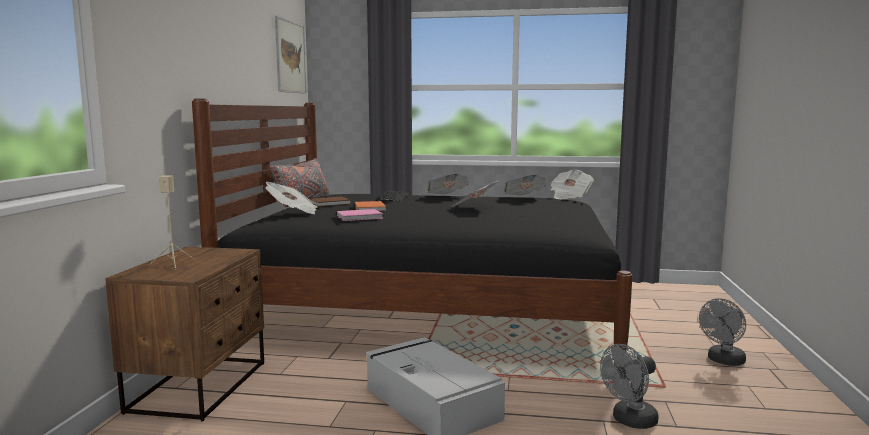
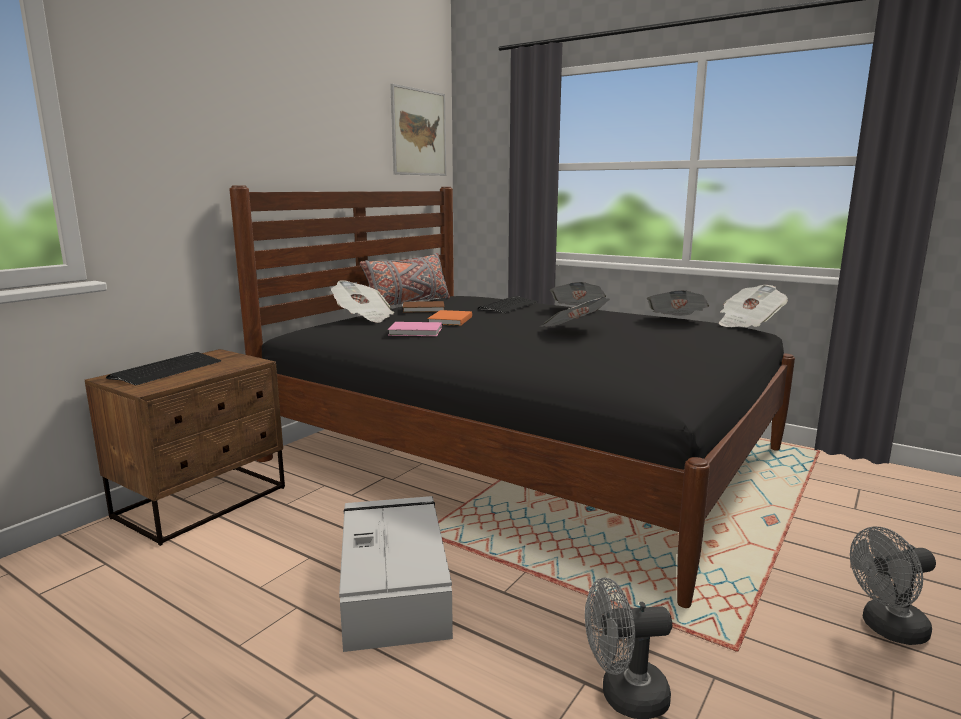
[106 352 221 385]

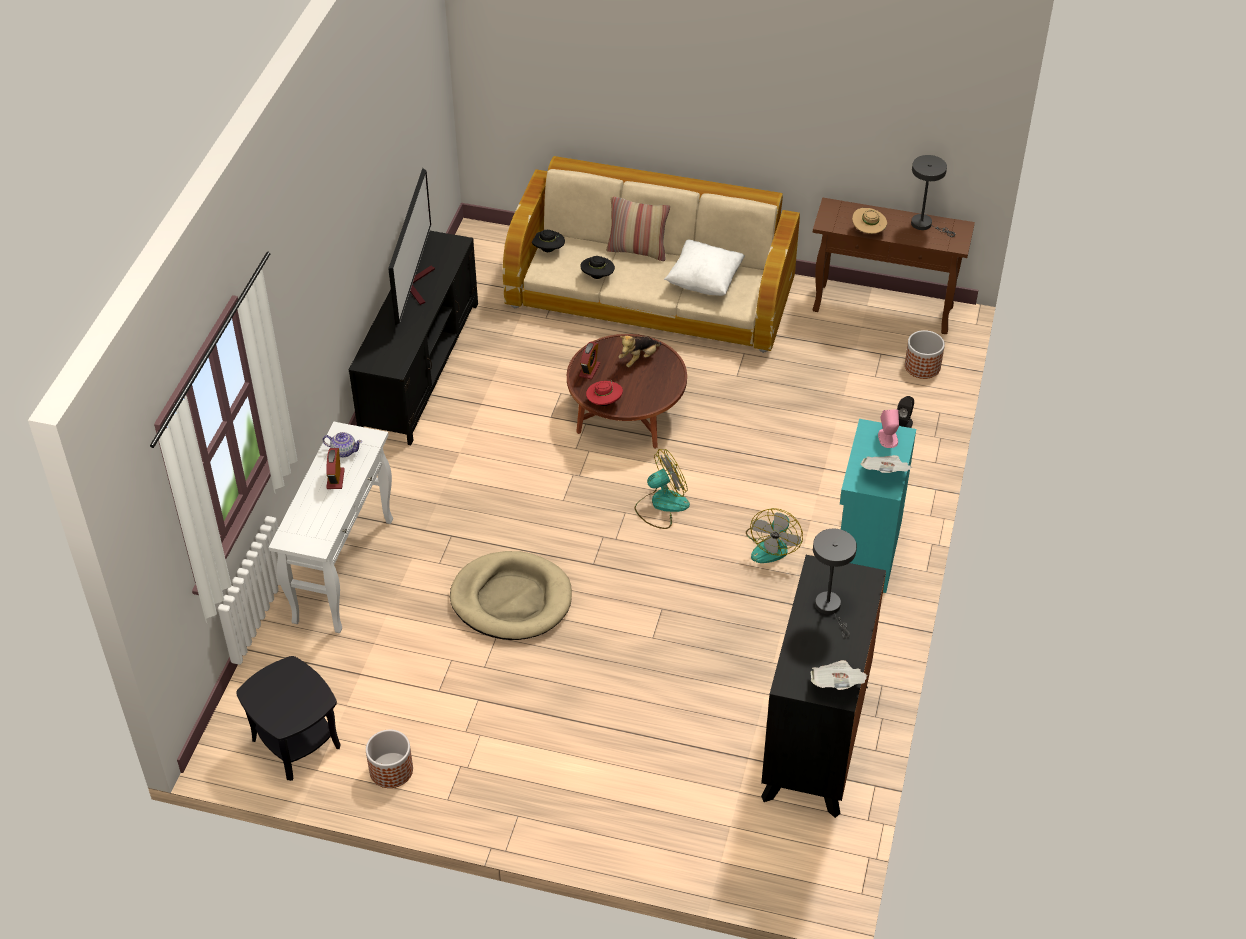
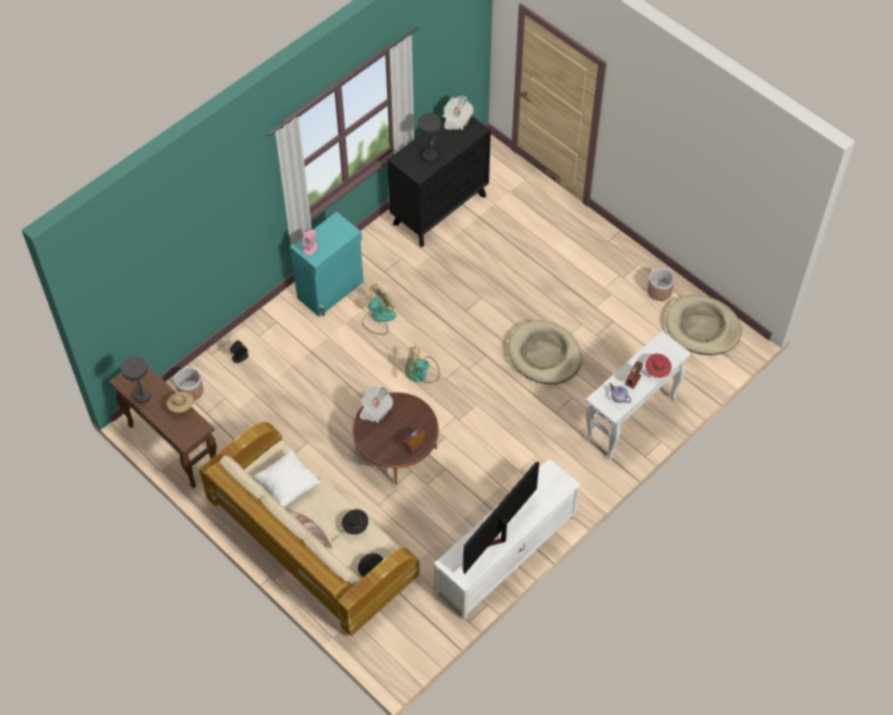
[666 295 742 355]
[434 458 580 620]
[645 354 672 378]
[619 336 662 367] (first image)
[360 387 393 423]

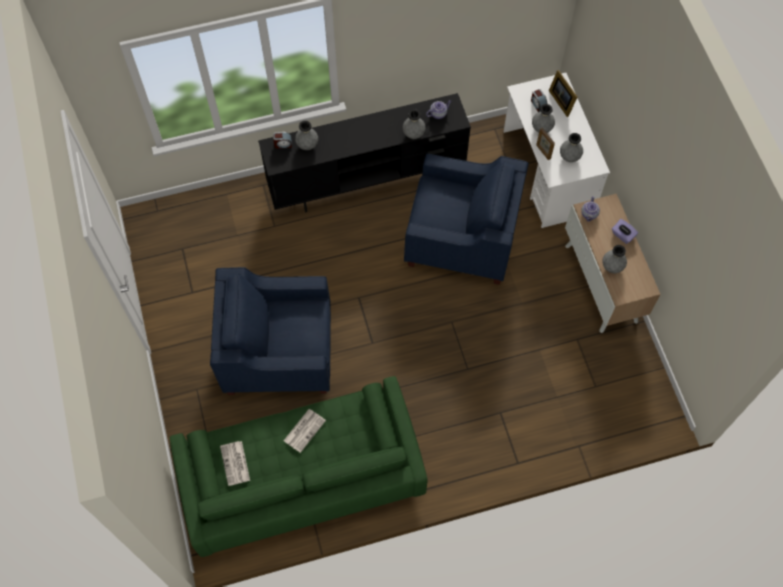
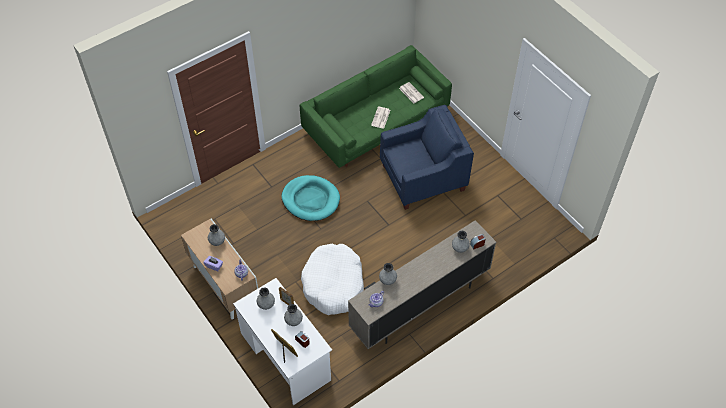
[348 220 496 349]
[301 244 364 315]
[282 175 340 221]

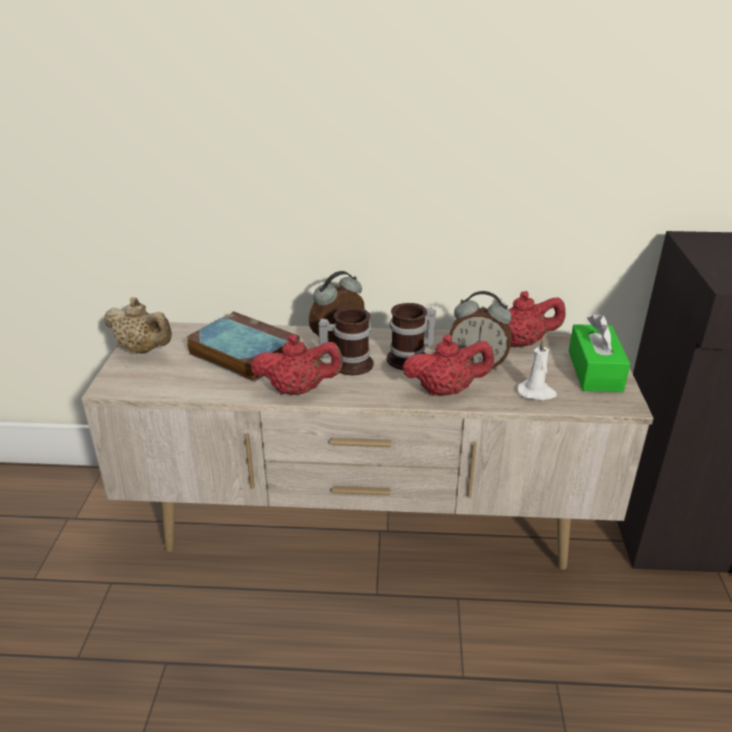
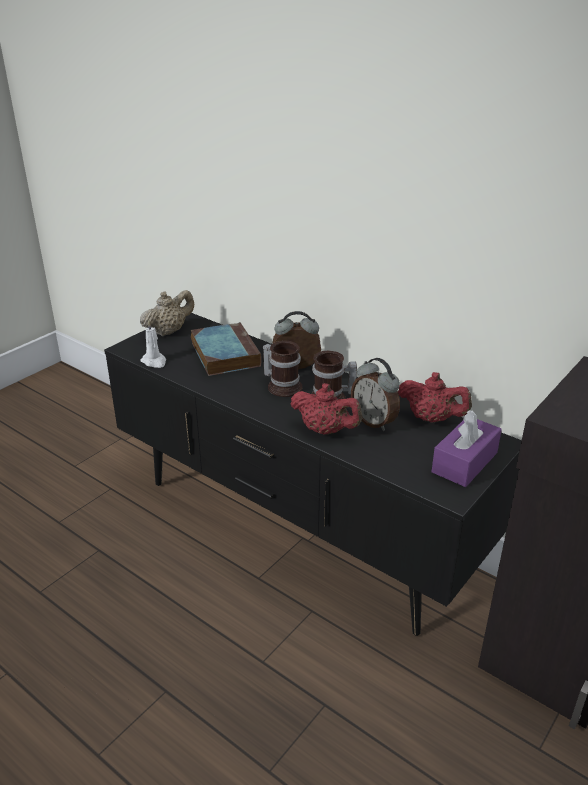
[104 313 522 636]
[140 290 194 336]
[250 334 343 395] (first image)
[140 321 166 368]
[432 410 502 487]

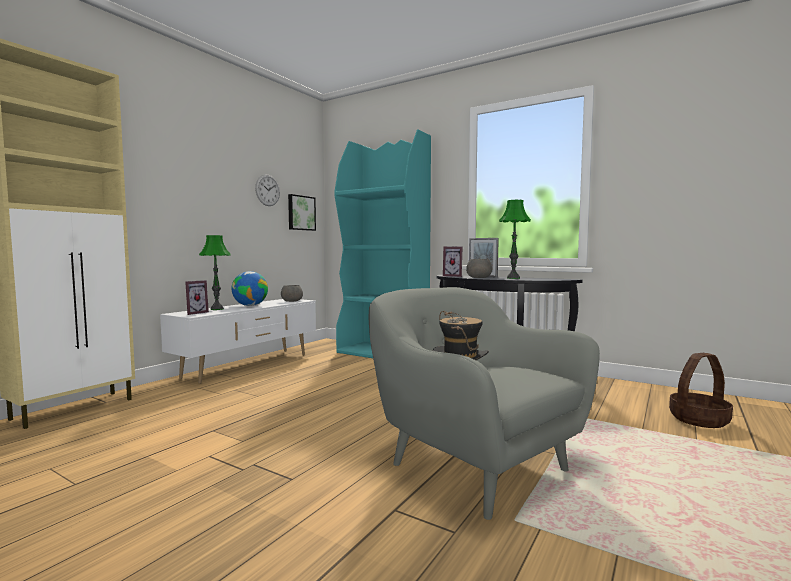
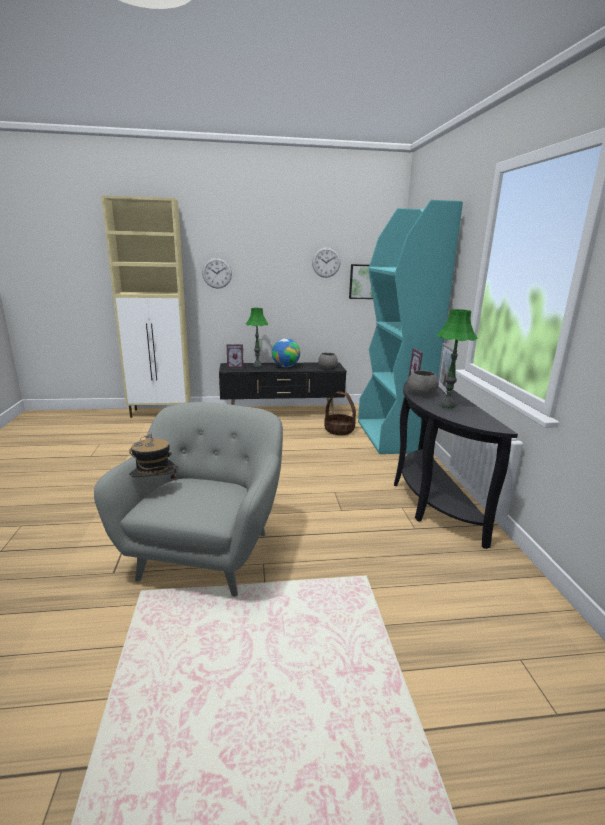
[219 362 347 414]
[324 391 356 435]
[202 258 232 289]

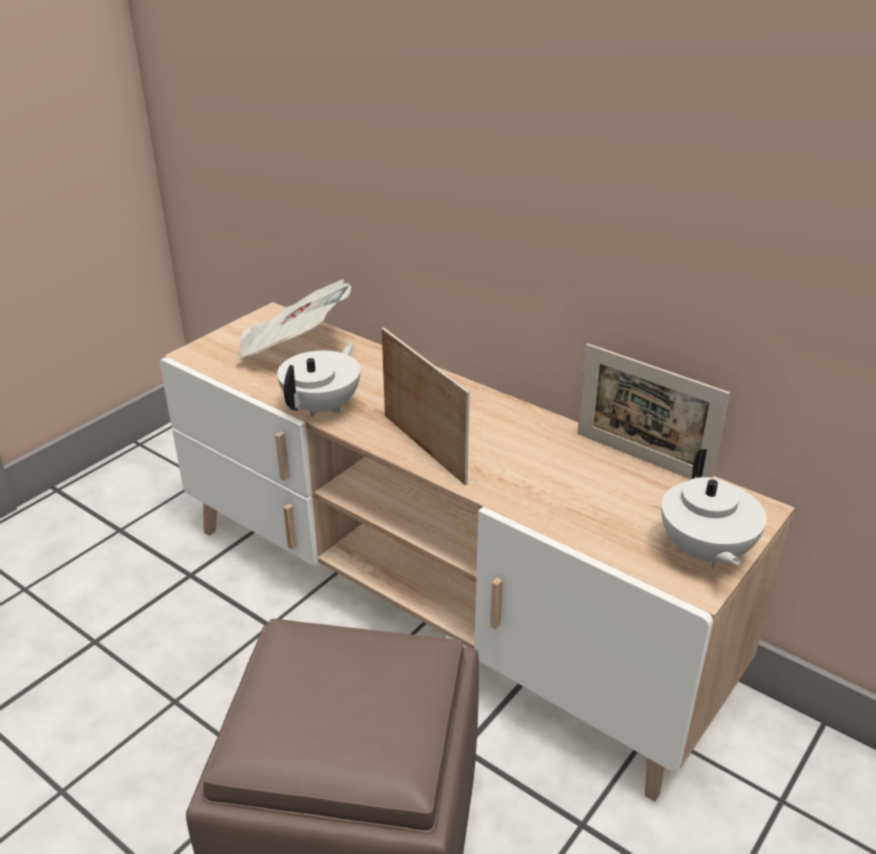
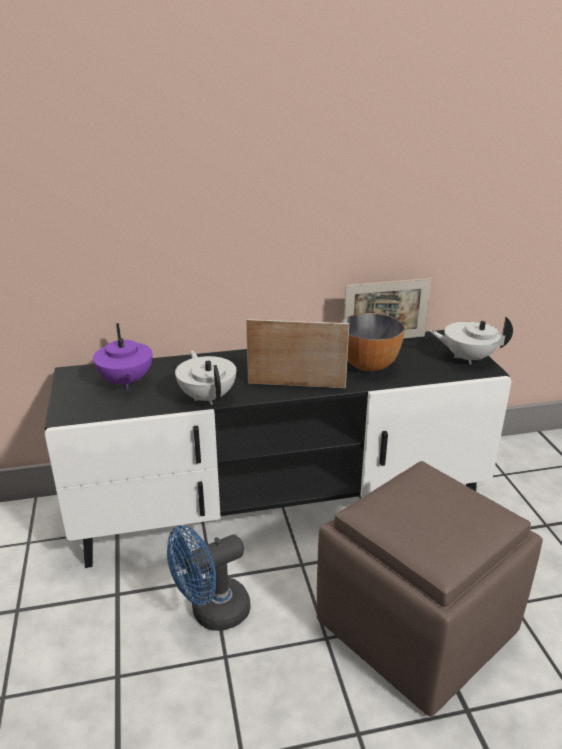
[45 330 511 568]
[93 323 153 389]
[429 316 513 364]
[167 525 250 631]
[341 313 405 371]

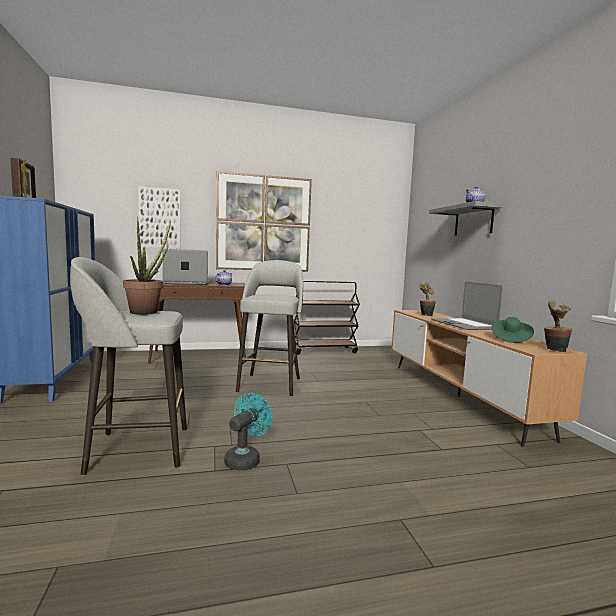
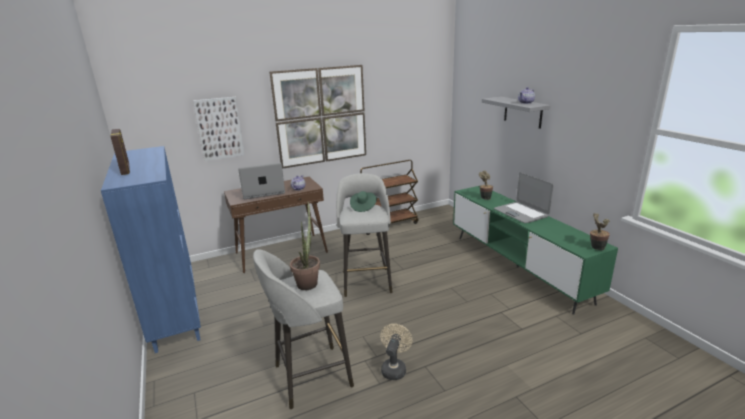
[380 324 412 380]
[453 185 618 315]
[350 191 377 212]

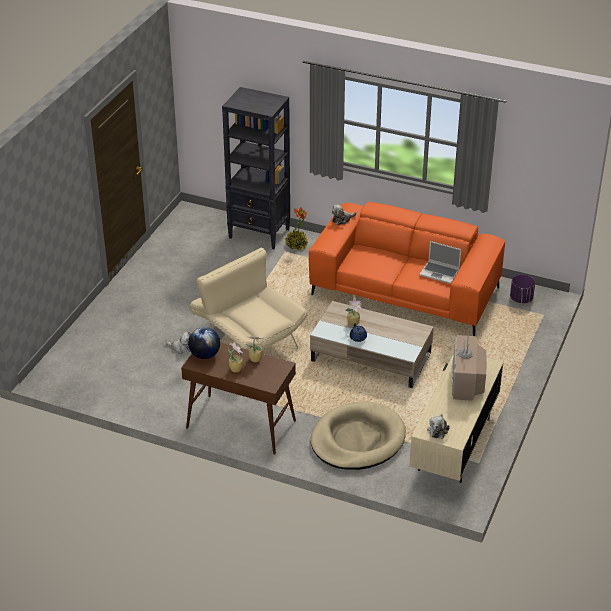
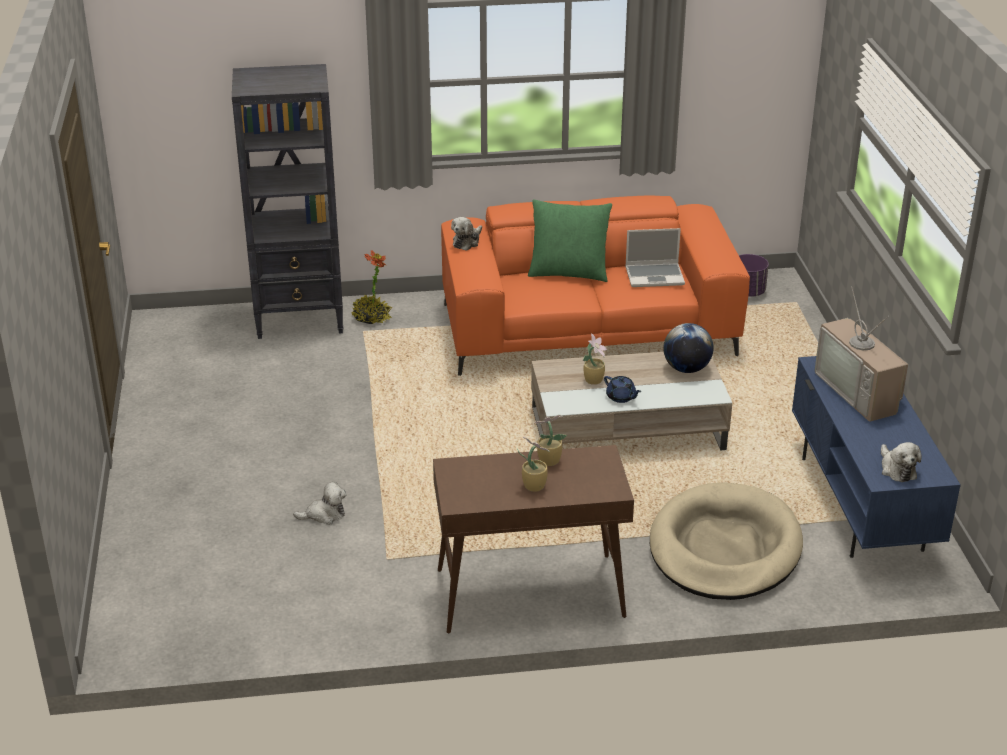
[663 323 714 373]
[190 248 308 350] (first image)
[792 356 961 558]
[528 199 612 282]

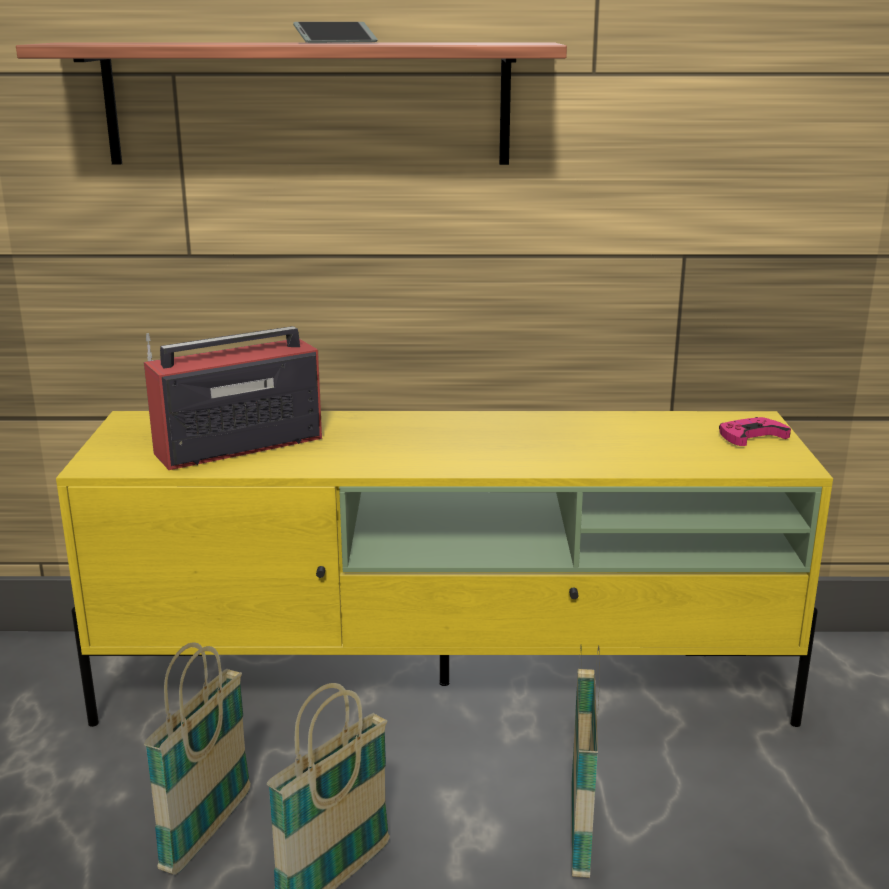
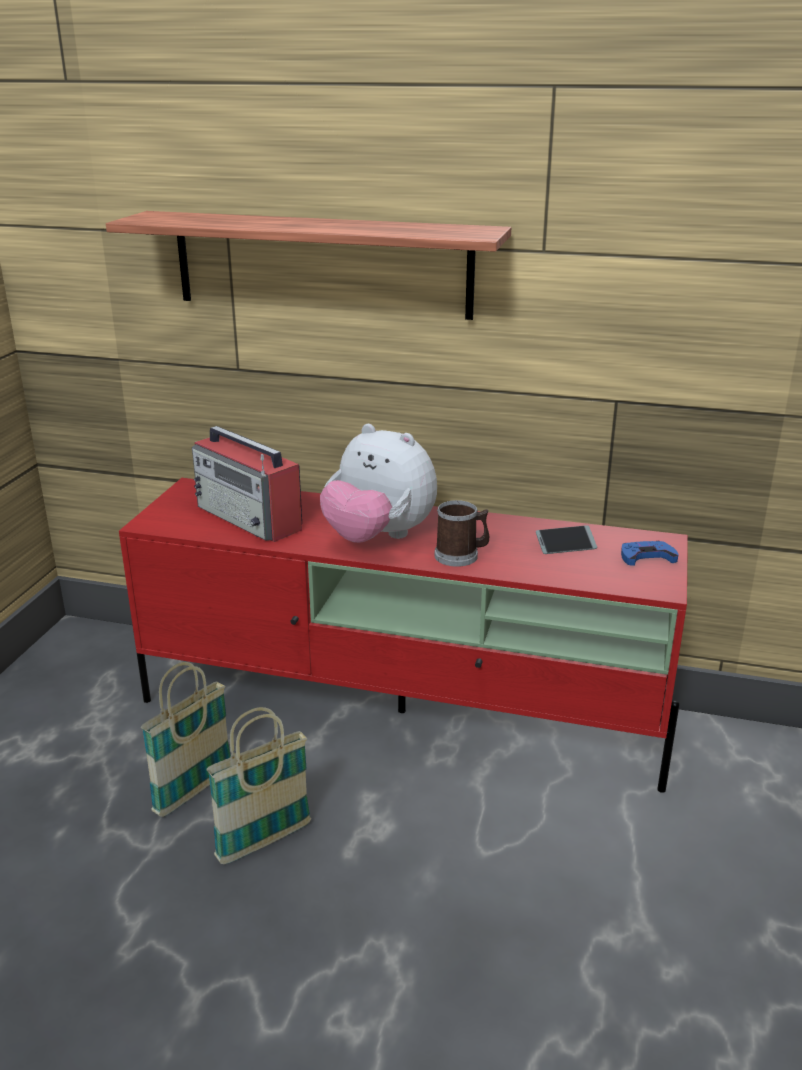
[119 478 688 793]
[192 426 302 542]
[536 525 597 554]
[571 645 600 878] (first image)
[621 541 678 566]
[320 424 437 543]
[435 500 489 567]

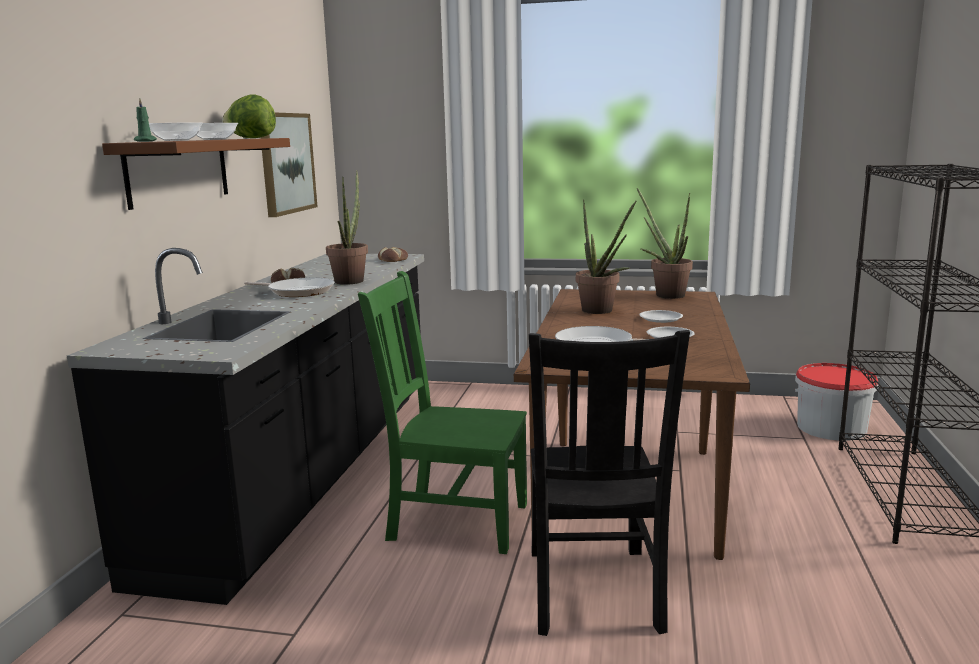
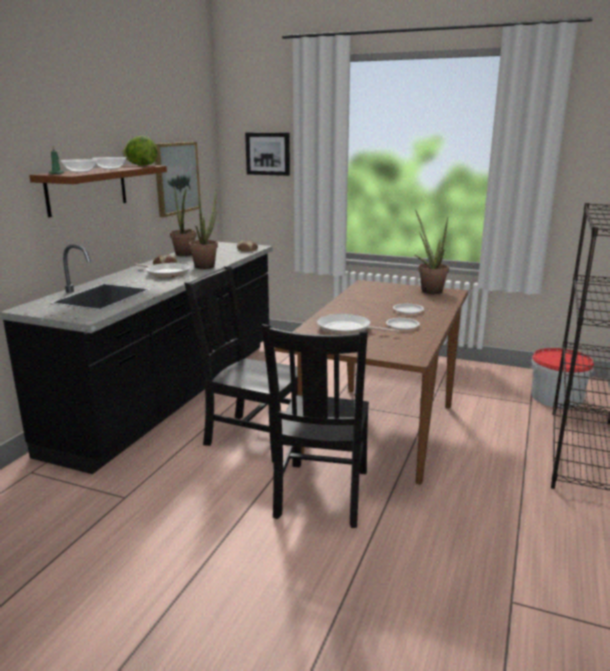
[184 265 298 463]
[170 186 197 256]
[245 132 290 176]

